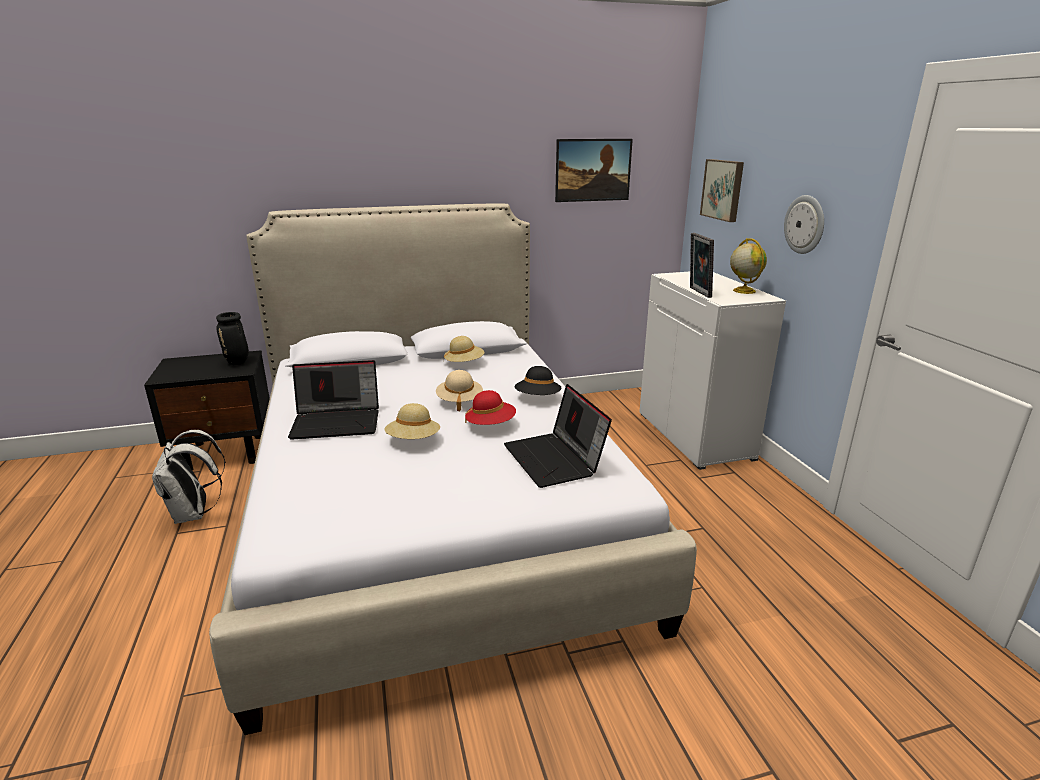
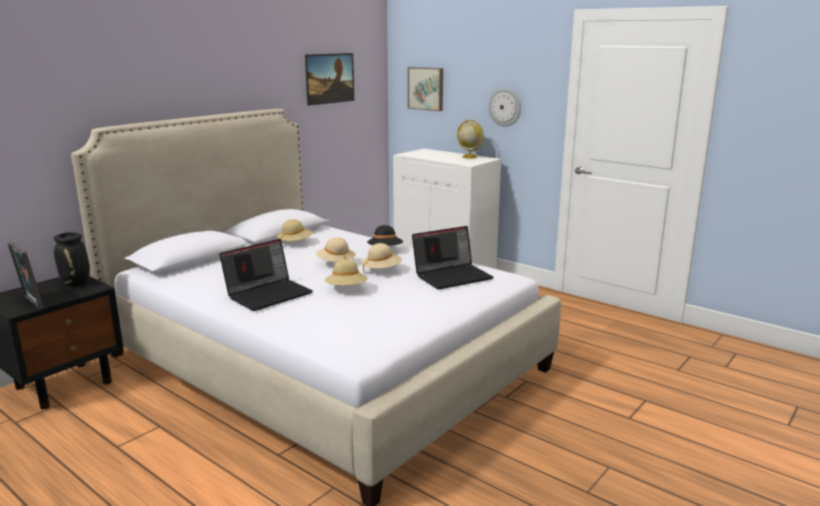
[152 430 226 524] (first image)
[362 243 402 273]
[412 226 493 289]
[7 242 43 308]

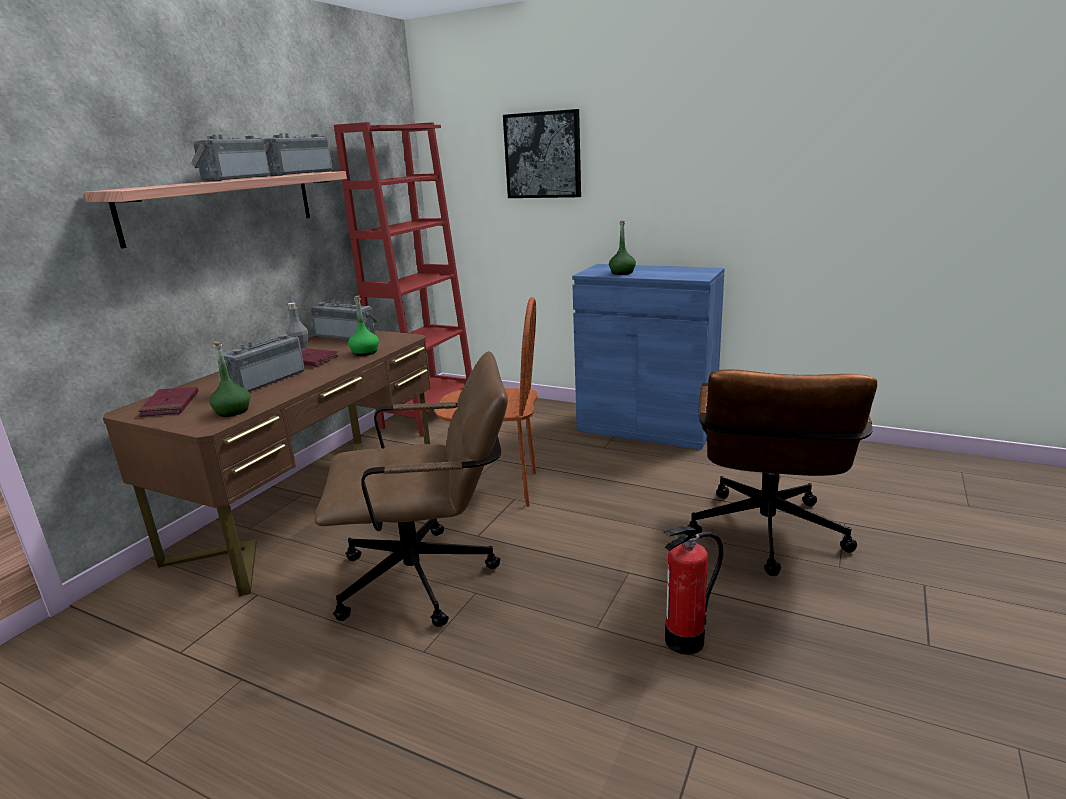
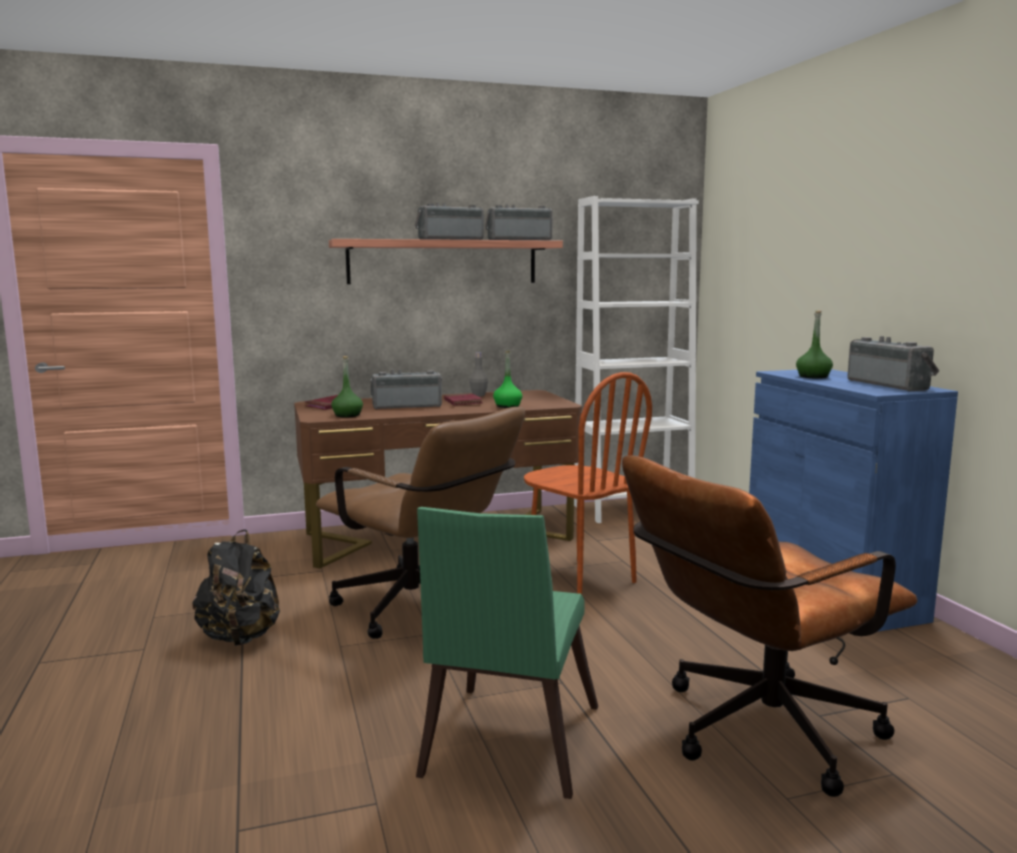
[847 336 939 391]
[574 196 699 523]
[503 109 581 198] (first image)
[416 507 598 799]
[192 529 280 646]

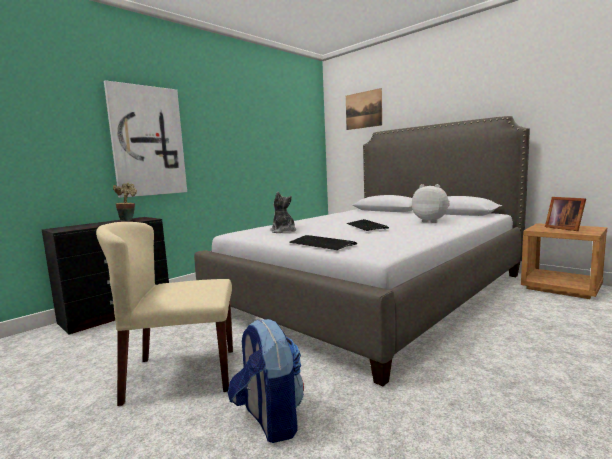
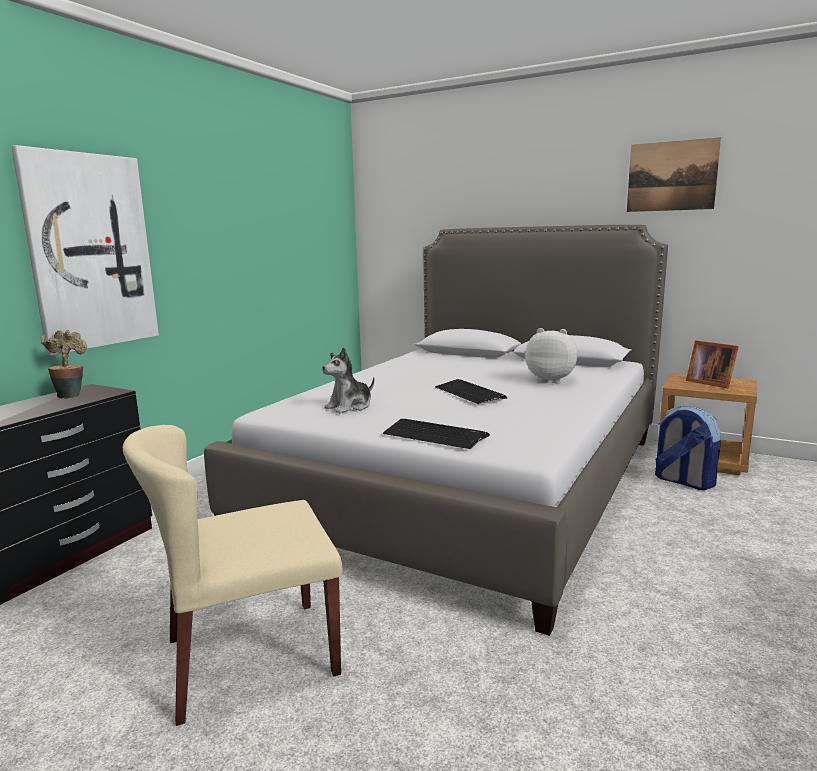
[655 406 721 490]
[322 347 374 413]
[627 137 721 212]

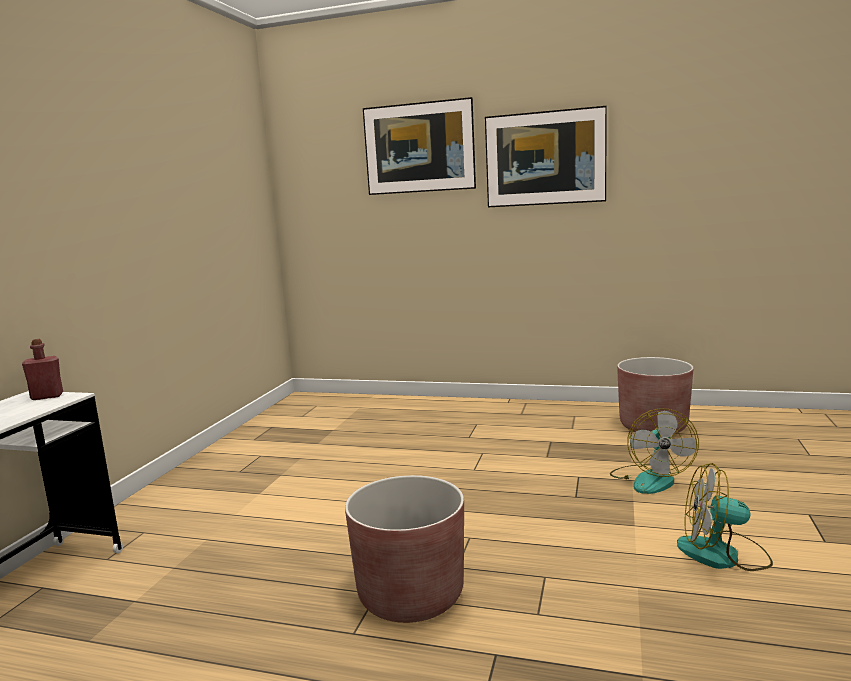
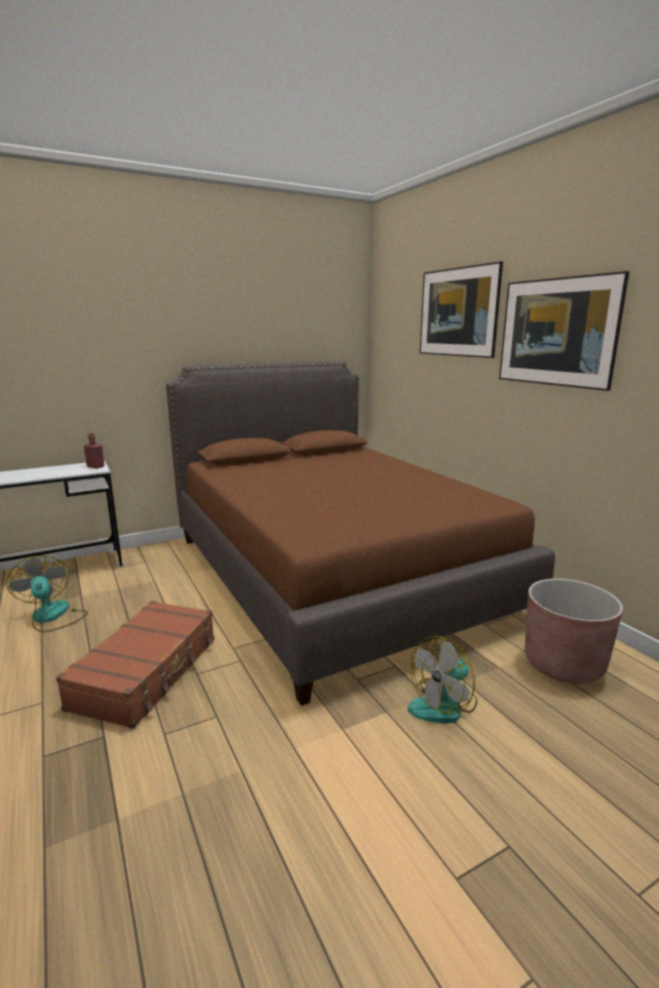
[56 601 214 729]
[6 555 88 632]
[166 361 555 706]

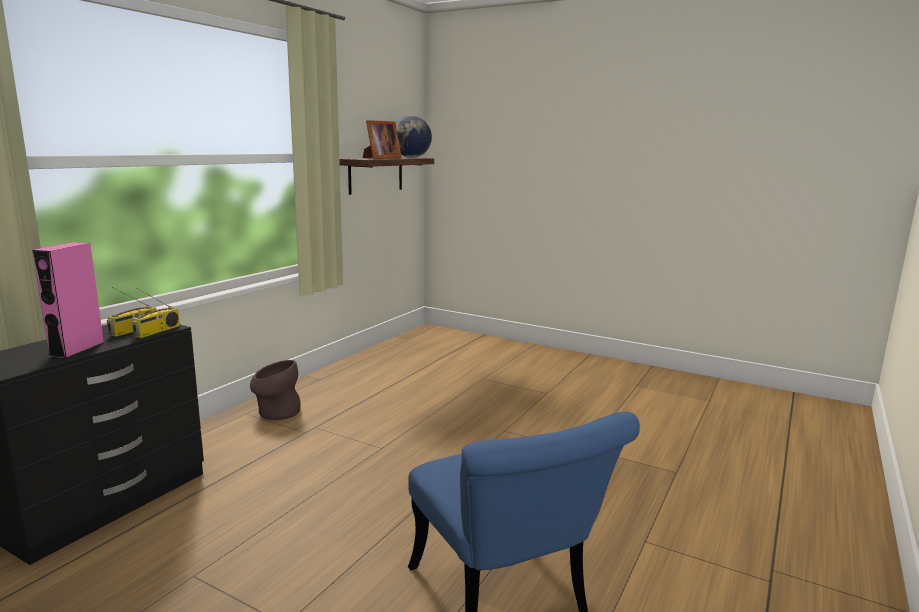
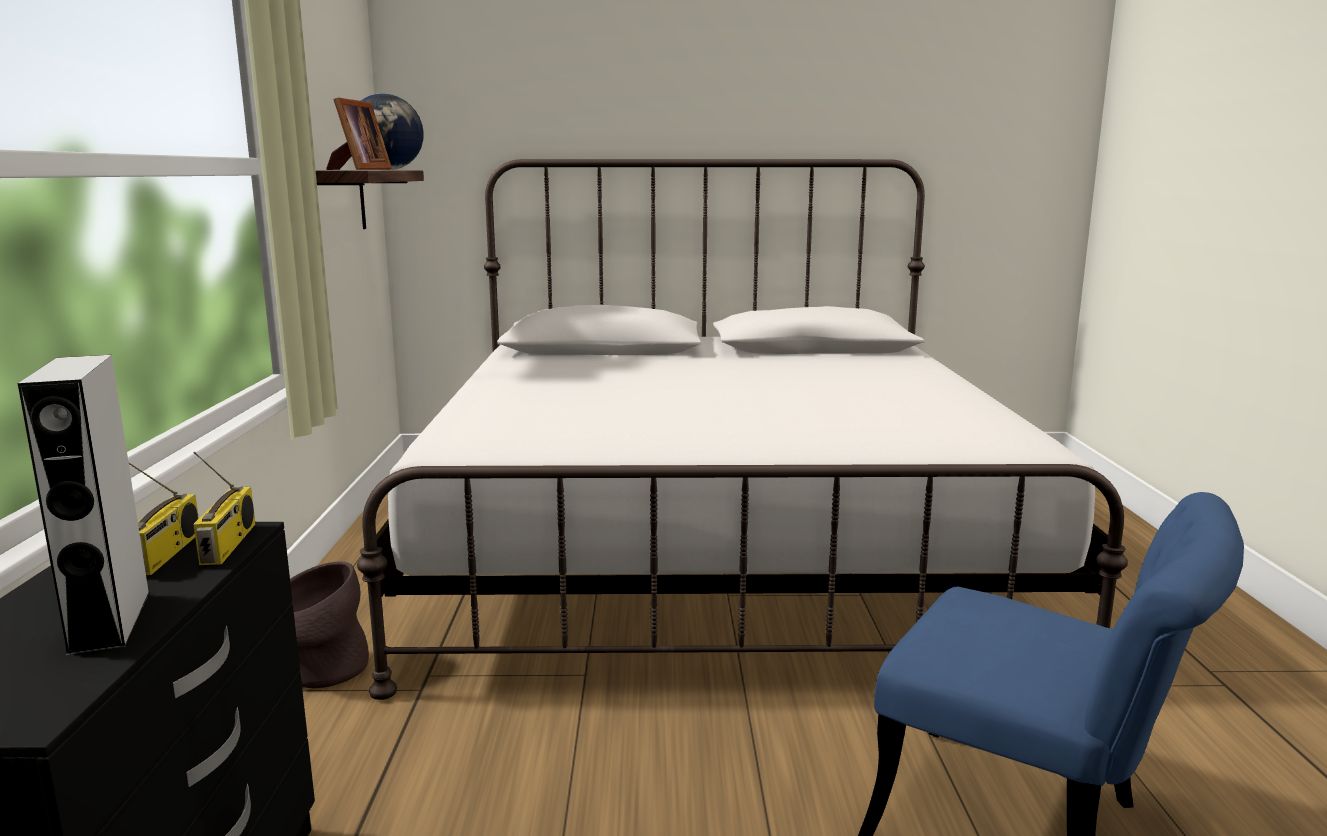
[17 355 151 656]
[357 159 1128 700]

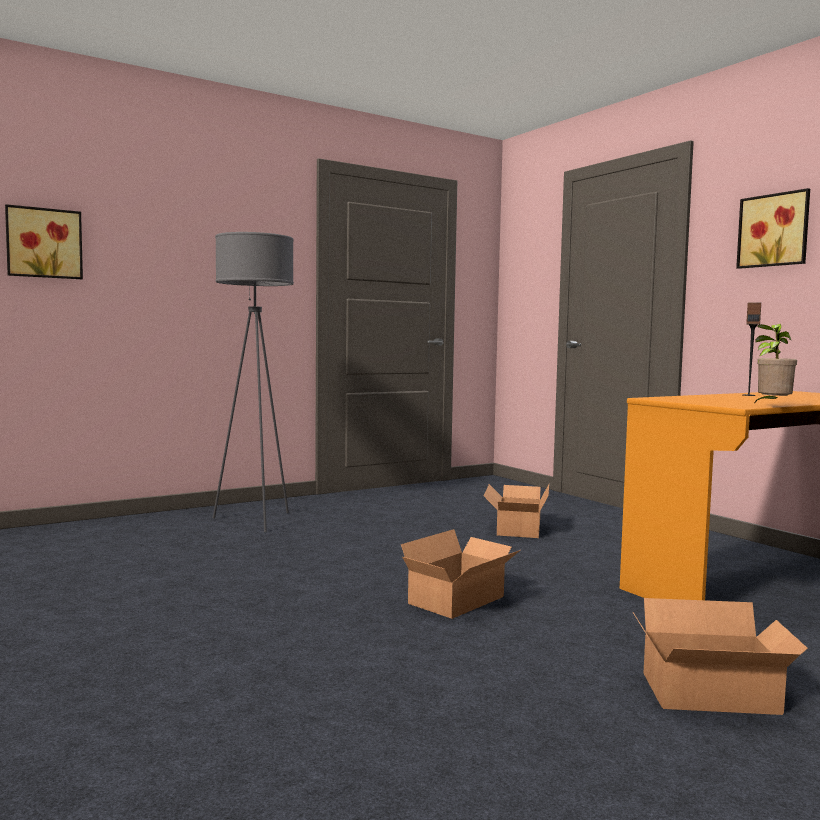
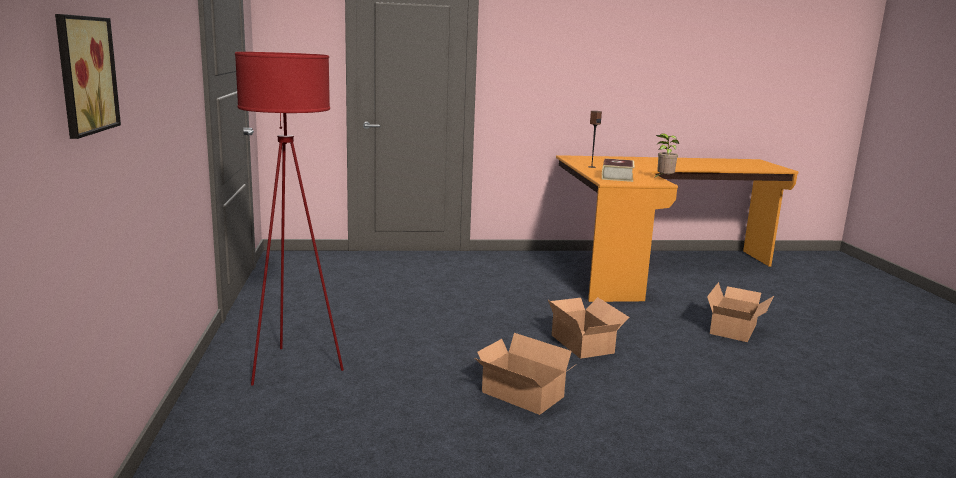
[235 52 344 385]
[475 333 577 415]
[736 188 810 269] (first image)
[602 158 635 182]

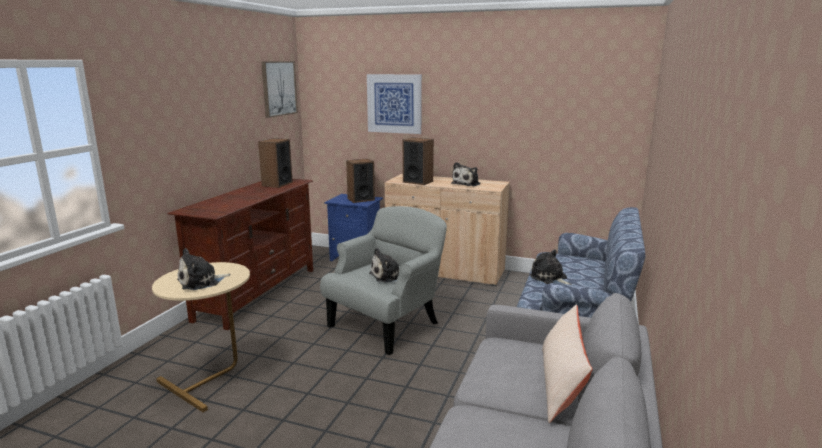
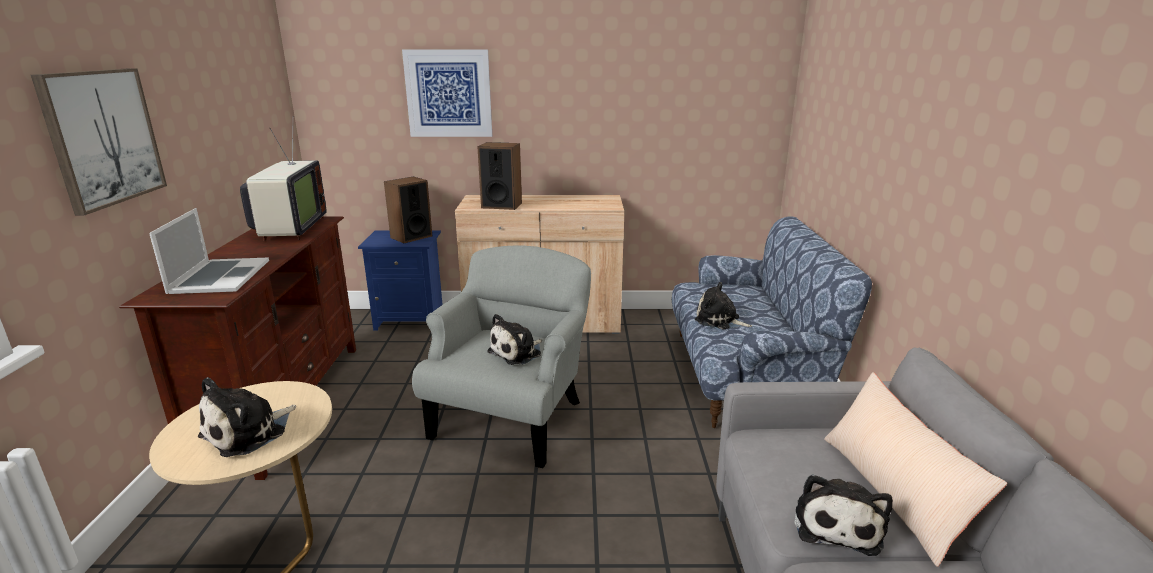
[240 128 327 241]
[31 68 167 215]
[794 474 893 556]
[149 208 269 294]

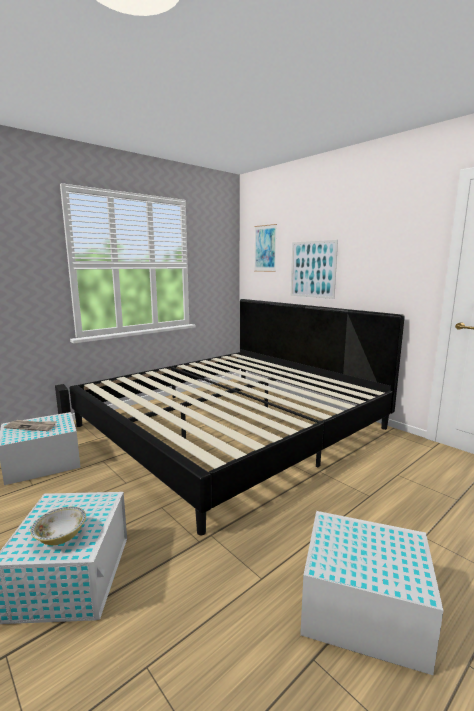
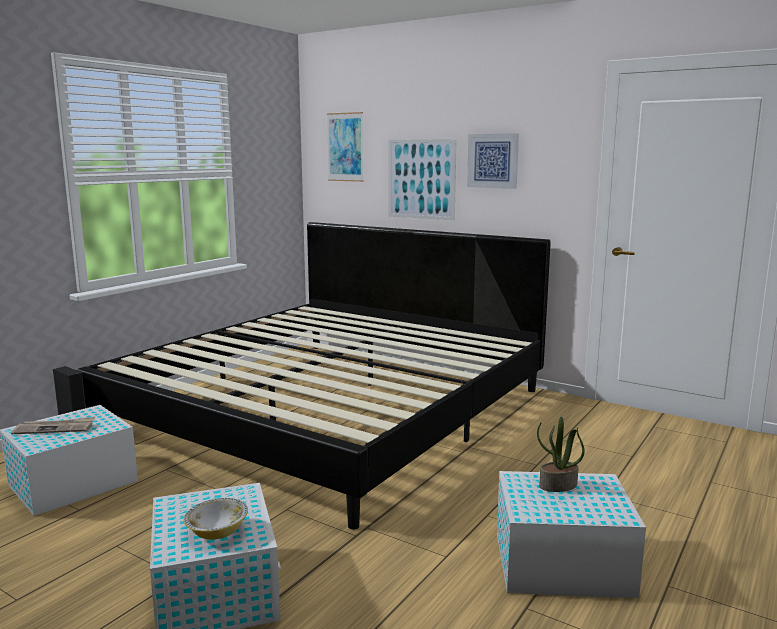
[467 133 519 189]
[537 416 585 492]

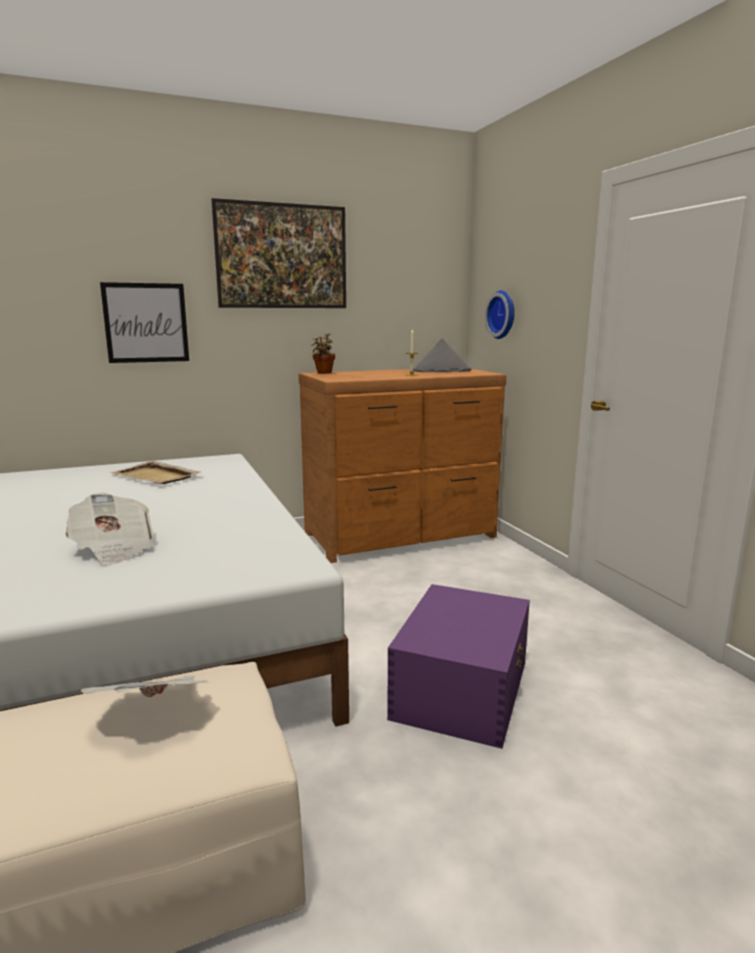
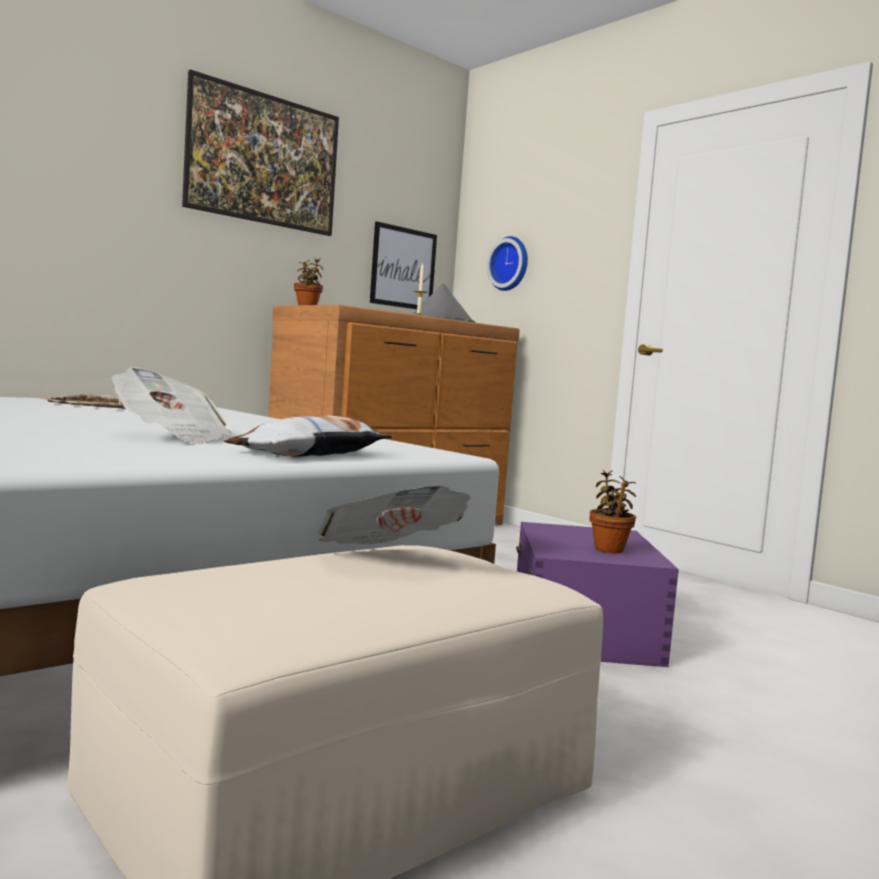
[370 221 437 309]
[224 415 393 457]
[590 470 636 553]

